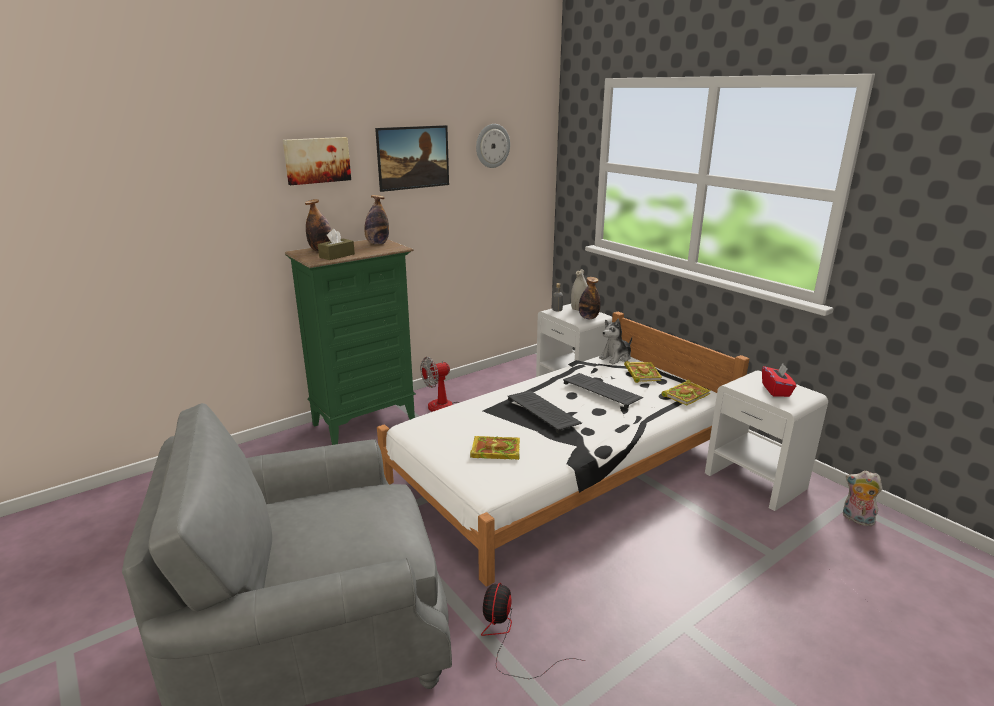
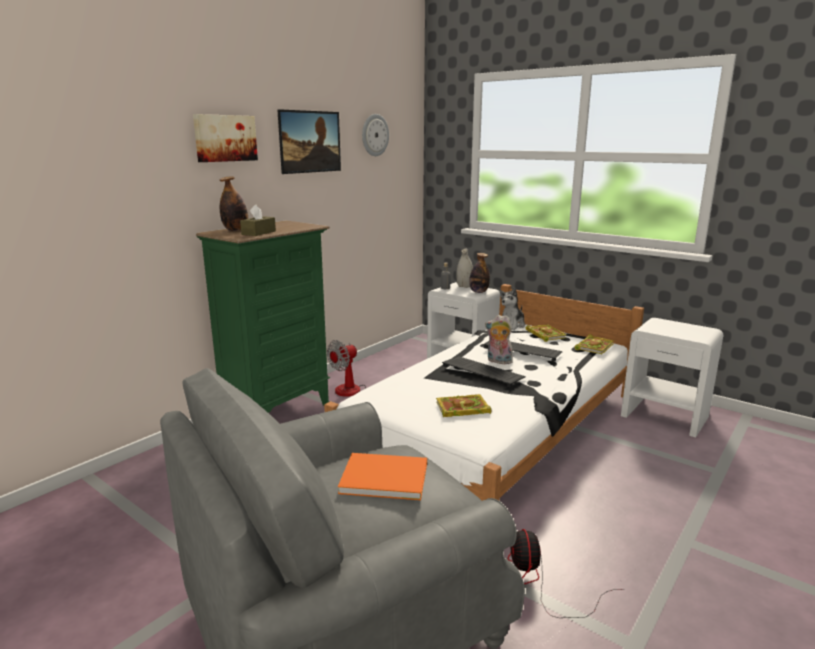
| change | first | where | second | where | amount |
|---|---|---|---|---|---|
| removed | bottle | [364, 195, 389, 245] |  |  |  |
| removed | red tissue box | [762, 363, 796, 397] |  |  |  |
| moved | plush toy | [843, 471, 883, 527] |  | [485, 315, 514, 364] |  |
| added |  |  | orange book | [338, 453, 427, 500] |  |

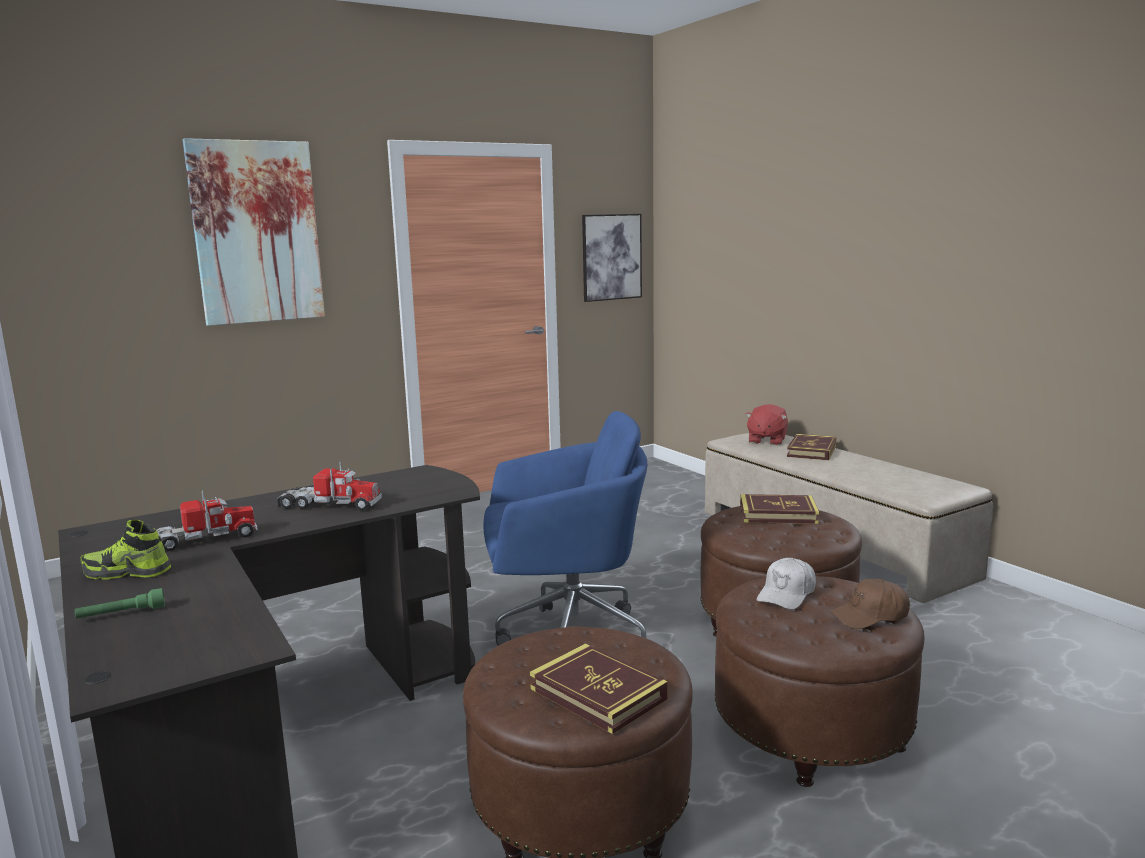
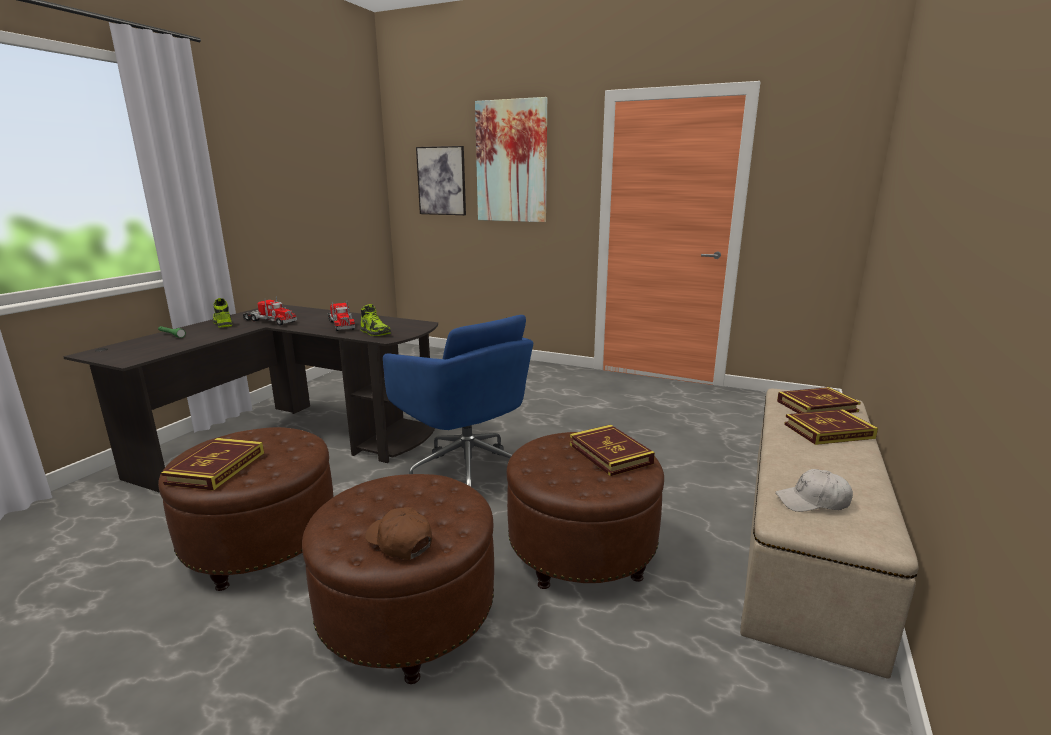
| change | first | where | second | where | amount |
|---|---|---|---|---|---|
| moved | picture | [582, 214, 642, 302] |  | [416, 146, 466, 215] |  |
| replaced | red plush toy | [745, 404, 788, 445] | book | [777, 387, 861, 413] |  |
| moved | white cap | [756, 558, 816, 610] |  | [776, 469, 853, 512] |  |
| added |  |  | shoe | [360, 304, 391, 336] |  |

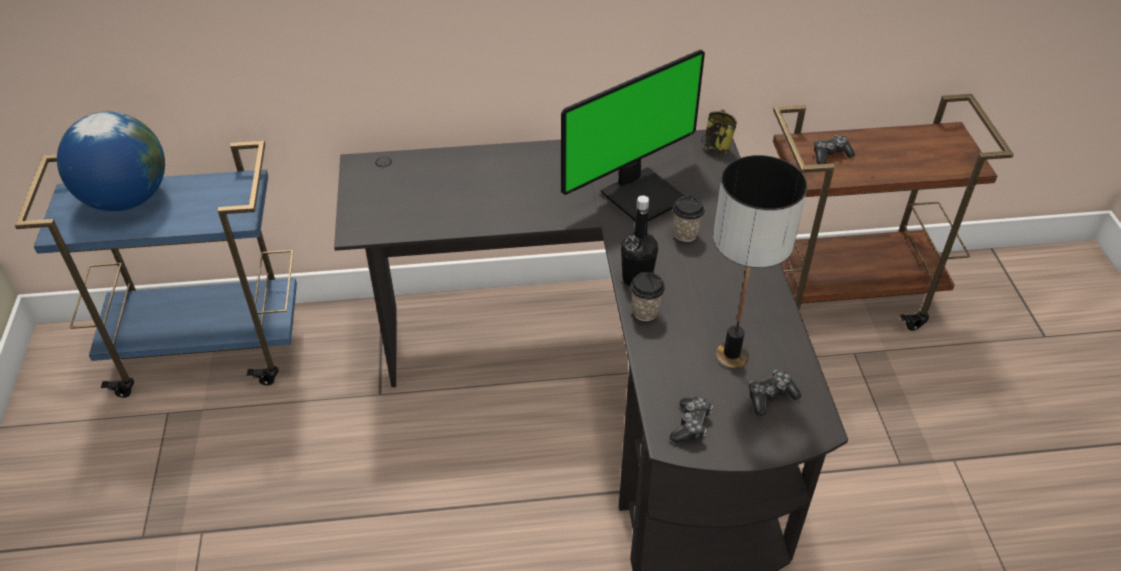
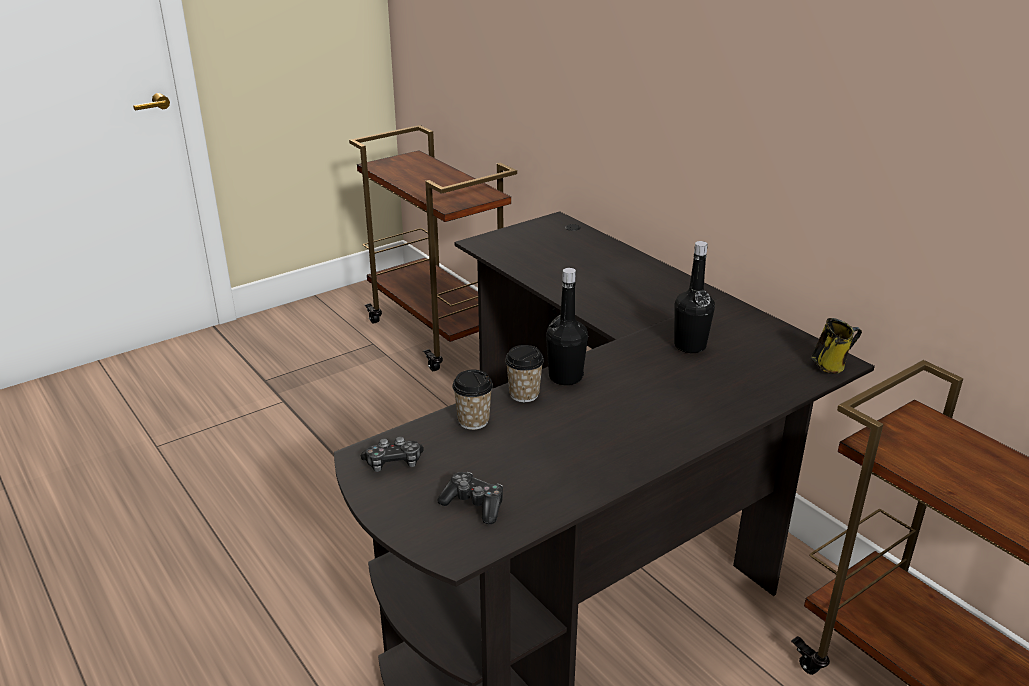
| change | first | where | second | where | amount |
|---|---|---|---|---|---|
| recoloured | blue cart | [15, 141, 297, 398] | brown cart | [349, 125, 517, 371] |  |
| removed | globe | [57, 112, 165, 211] |  |  |  |
| replaced | monitor | [561, 49, 705, 222] | black bottle | [674, 241, 715, 353] |  |
| moved | cup | [673, 196, 705, 242] |  | [452, 370, 493, 430] |  |
| removed | table lamp | [713, 155, 807, 368] |  |  |  |
| removed | game controller | [814, 135, 855, 164] |  |  |  |

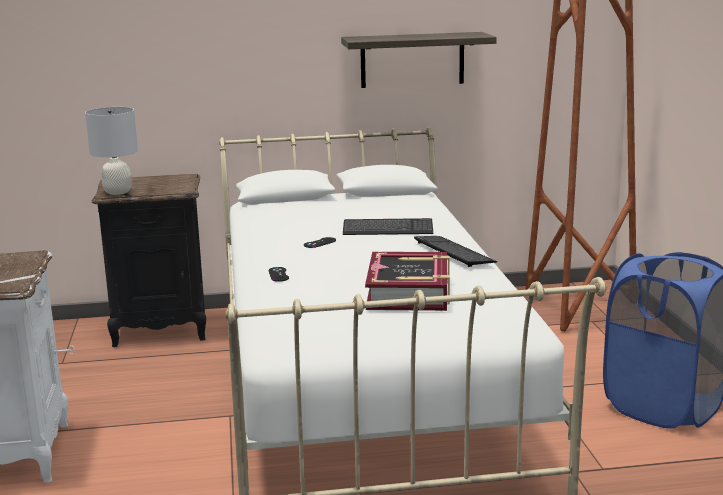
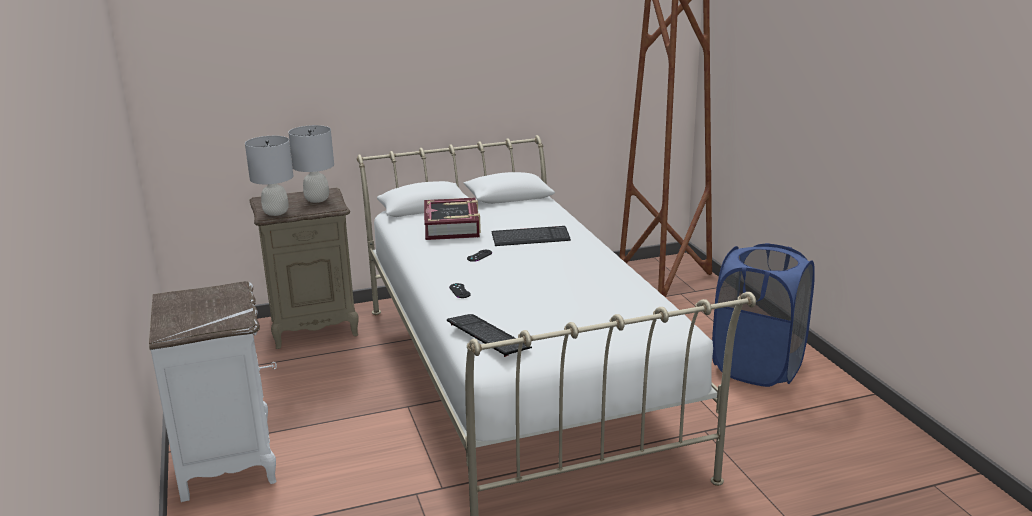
| change | first | where | second | where | amount |
|---|---|---|---|---|---|
| recoloured | black nightstand | [92, 173, 206, 347] | beige nightstand | [249, 187, 358, 349] |  |
| removed | shelf | [341, 32, 497, 88] |  |  |  |
| moved | book | [365, 252, 450, 311] |  | [424, 198, 481, 240] |  |
| moved | keyboard | [414, 236, 497, 267] |  | [447, 314, 532, 357] |  |
| added |  |  | grey table lamp | [288, 125, 334, 203] |  |

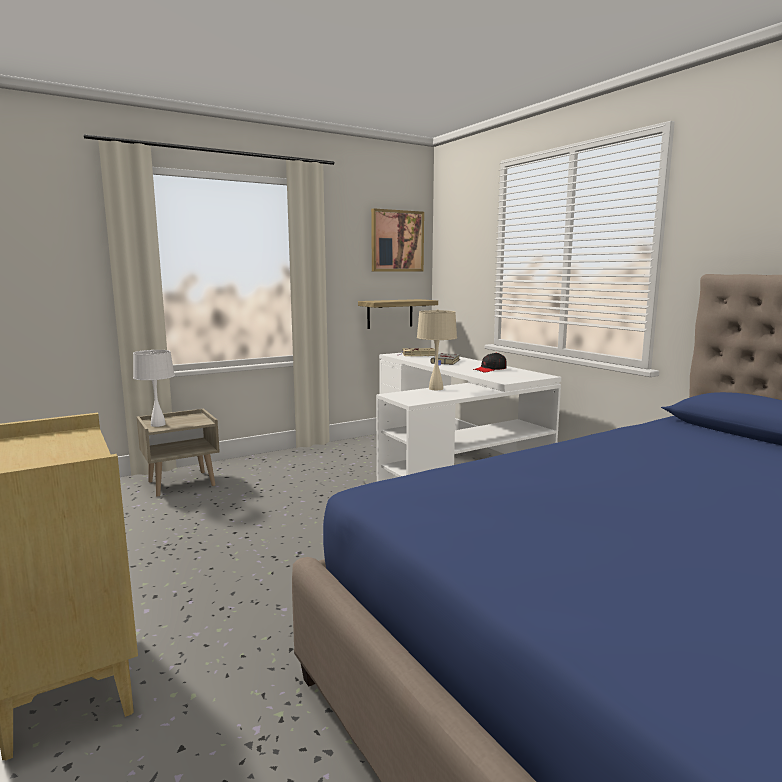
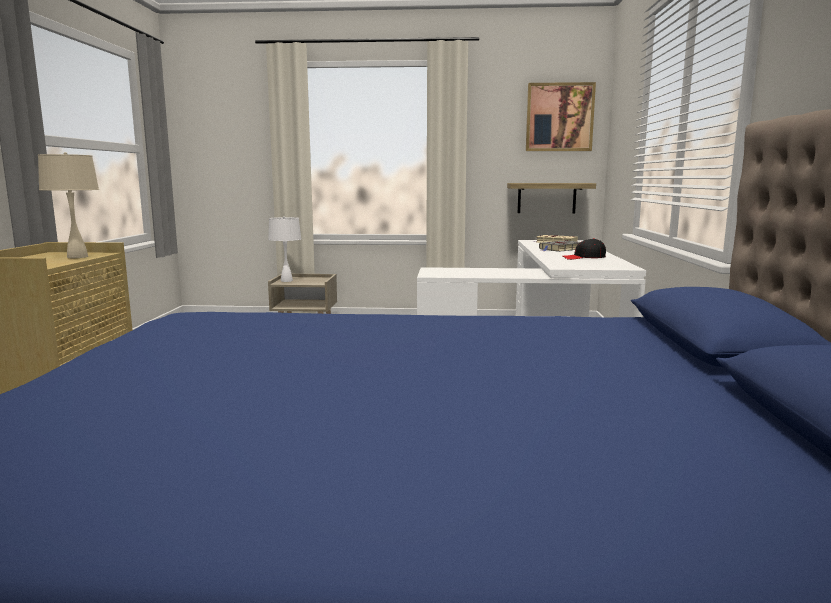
| change | first | where | second | where | amount |
|---|---|---|---|---|---|
| moved | beige table lamp | [417, 309, 457, 390] |  | [38, 152, 99, 258] |  |

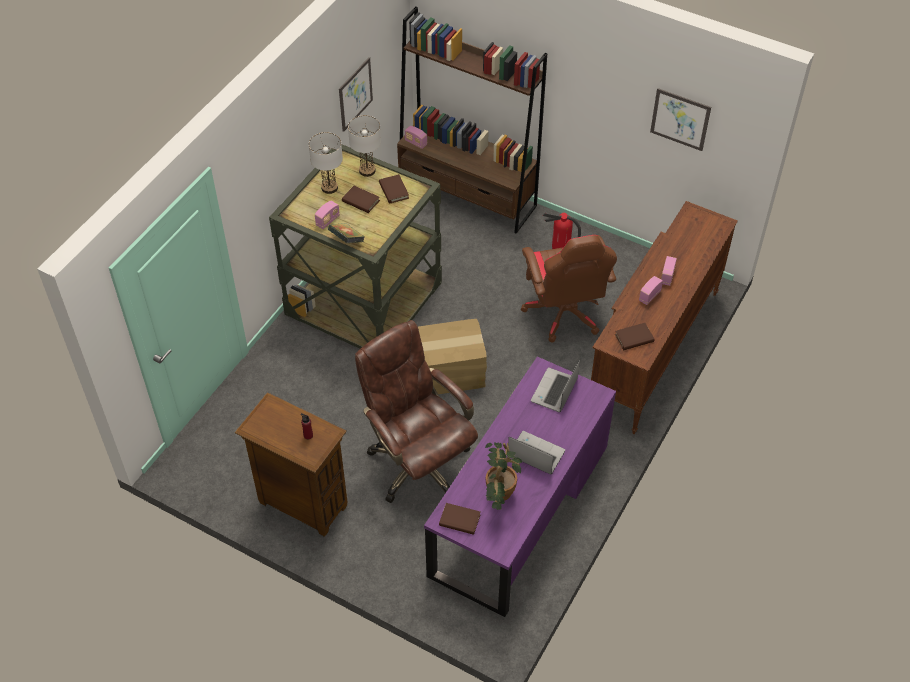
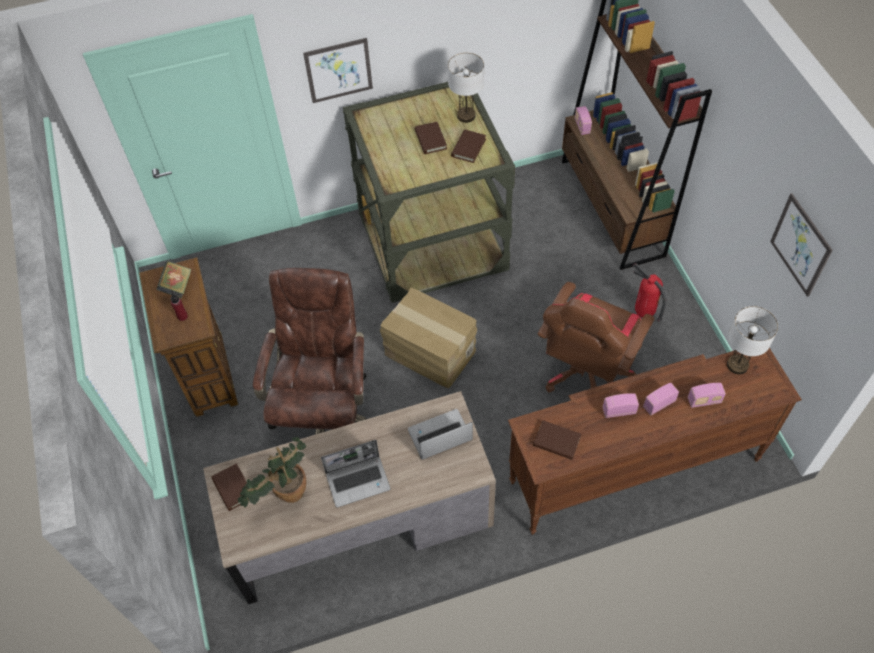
| change | first | where | second | where | amount |
|---|---|---|---|---|---|
| moved | table lamp | [309, 132, 343, 194] |  | [727, 306, 778, 374] |  |
| moved | radio | [315, 201, 340, 229] |  | [688, 383, 726, 408] |  |
| moved | book | [328, 223, 365, 243] |  | [156, 261, 191, 299] |  |
| moved | picture | [339, 57, 373, 132] |  | [303, 38, 373, 103] |  |
| recoloured | purple desk | [424, 357, 616, 617] | brown desk | [203, 391, 496, 604] |  |
| turned | laptop | [508, 431, 565, 474] |  | [321, 440, 391, 507] | 90 degrees clockwise |

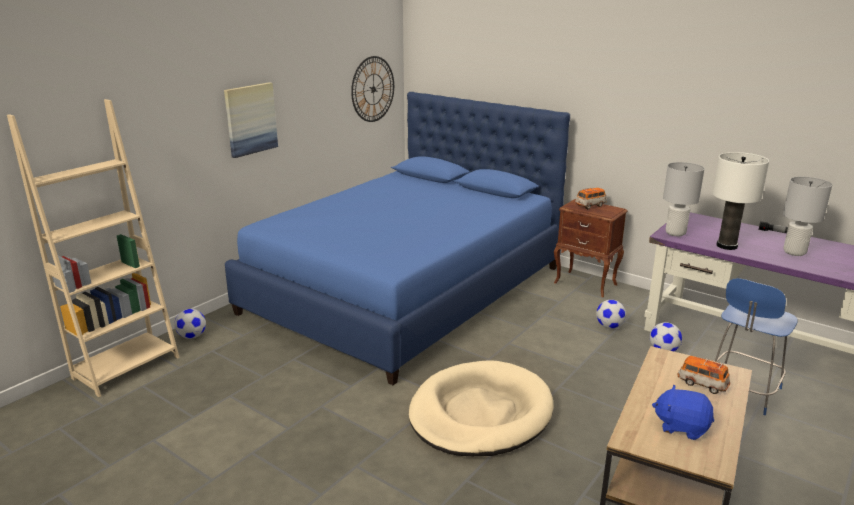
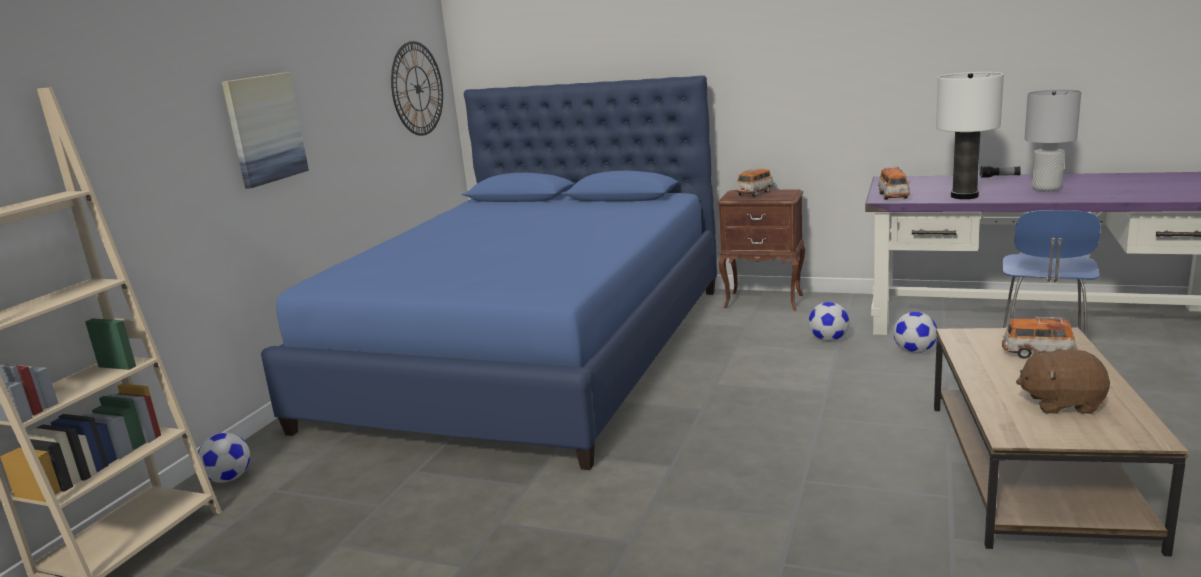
| change | first | where | second | where | amount |
|---|---|---|---|---|---|
| removed | beige dog bed | [409, 360, 553, 456] |  |  |  |
| recoloured | blue plush toy | [652, 384, 714, 440] | brown plush toy | [1016, 349, 1110, 414] |  |
| replaced | grey table lamp | [663, 162, 705, 237] | toy car | [878, 166, 910, 200] |  |

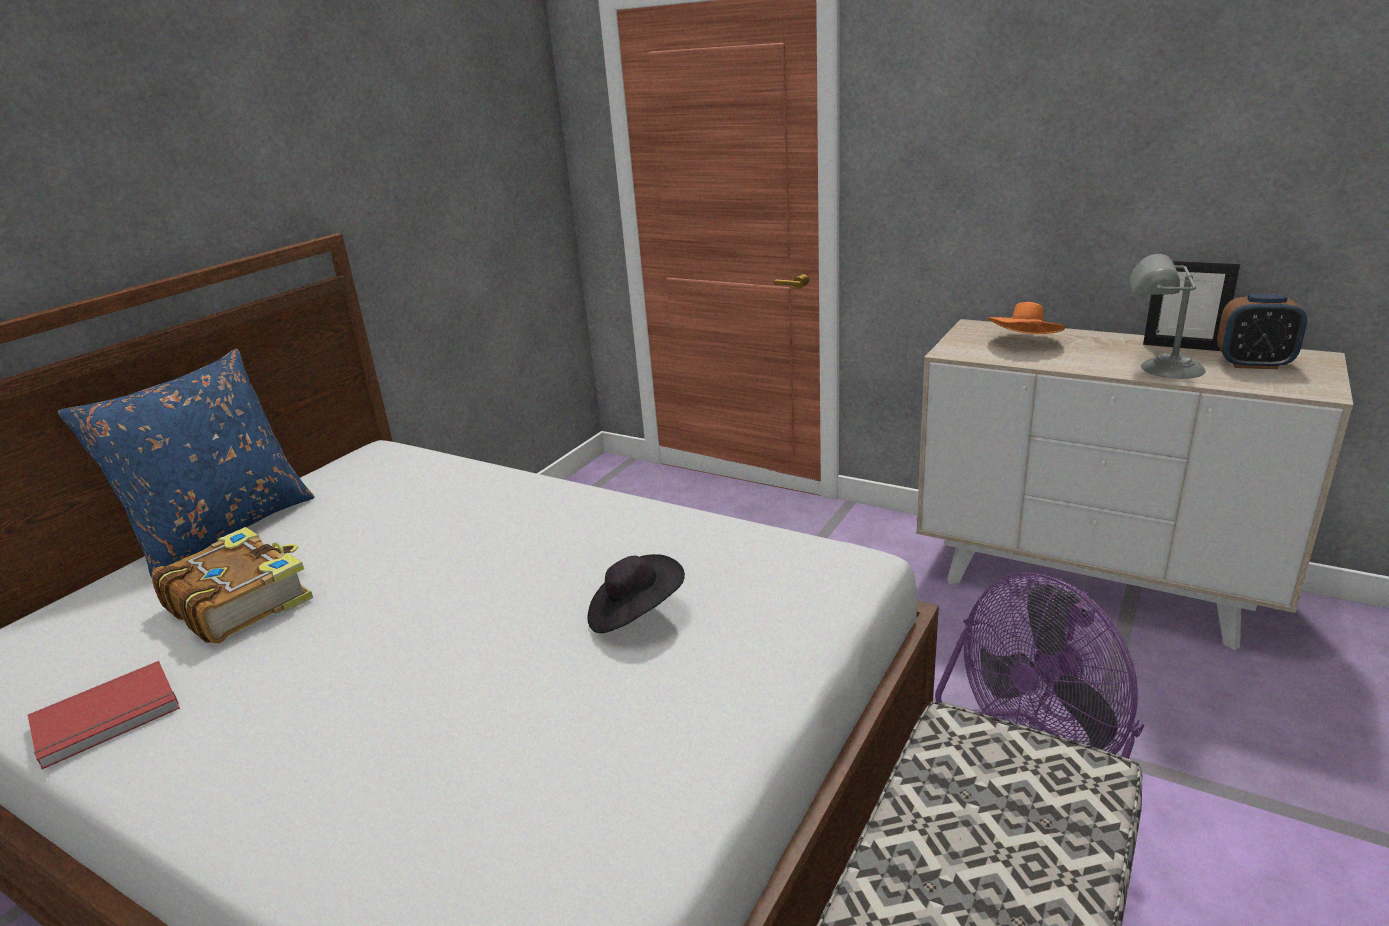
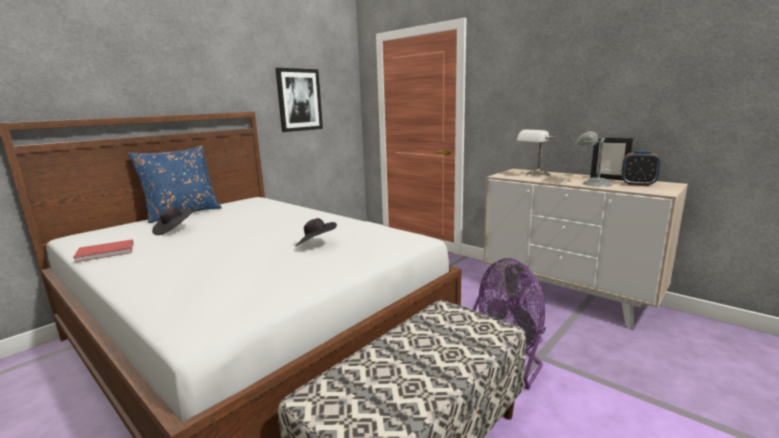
| change | first | where | second | where | amount |
|---|---|---|---|---|---|
| replaced | book | [152, 527, 313, 644] | black hat | [152, 207, 193, 235] |  |
| replaced | orange hat | [988, 302, 1065, 334] | white table lamp | [517, 130, 555, 177] |  |
| added |  |  | picture | [275, 68, 323, 132] |  |

